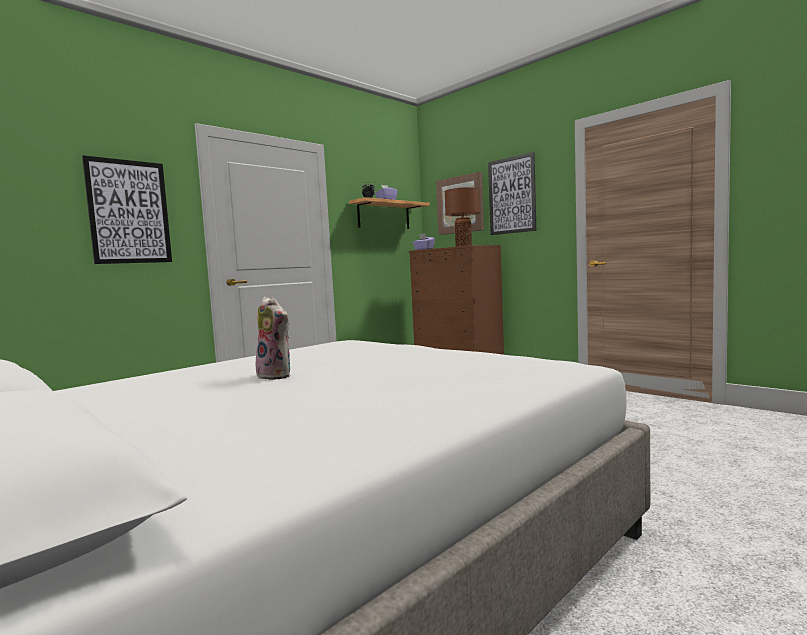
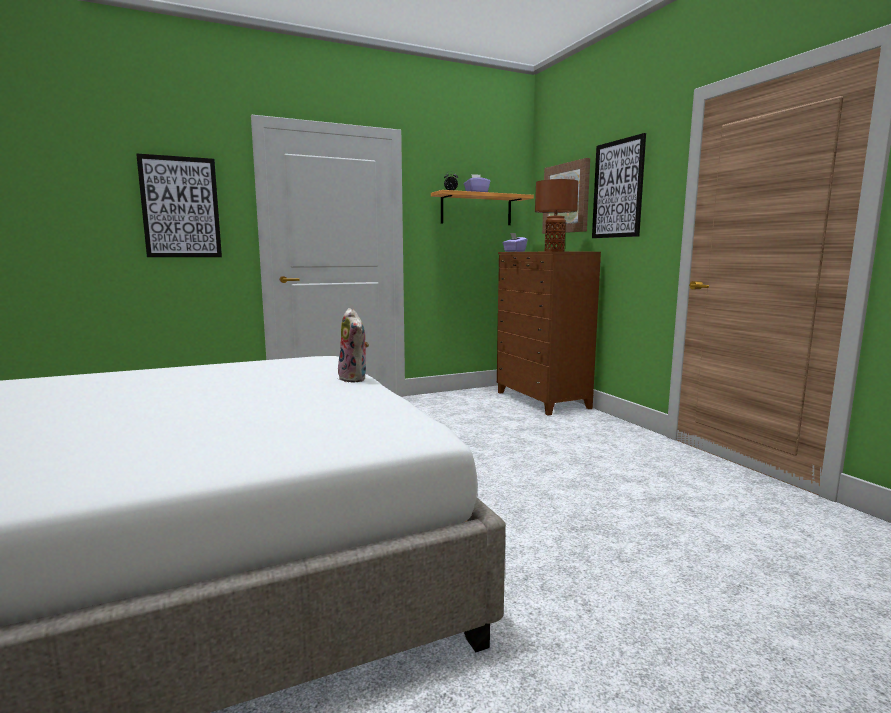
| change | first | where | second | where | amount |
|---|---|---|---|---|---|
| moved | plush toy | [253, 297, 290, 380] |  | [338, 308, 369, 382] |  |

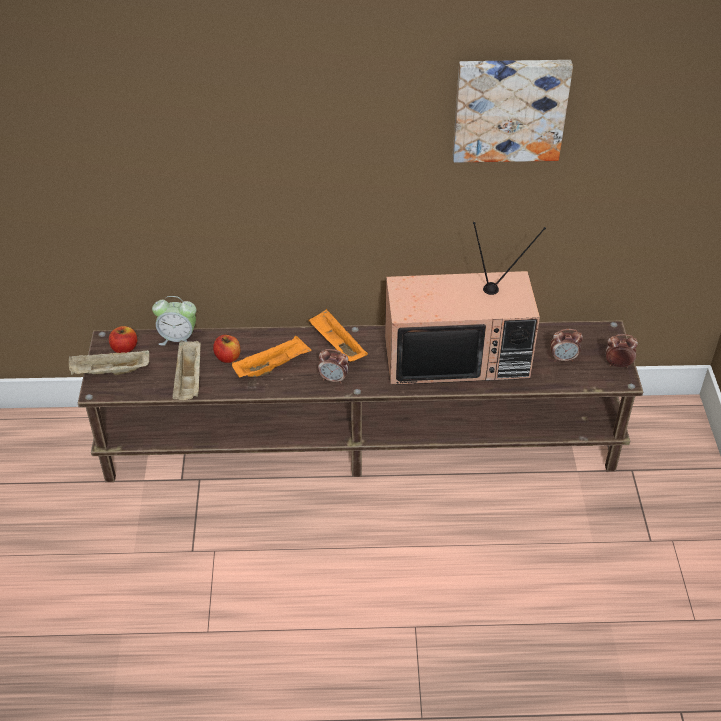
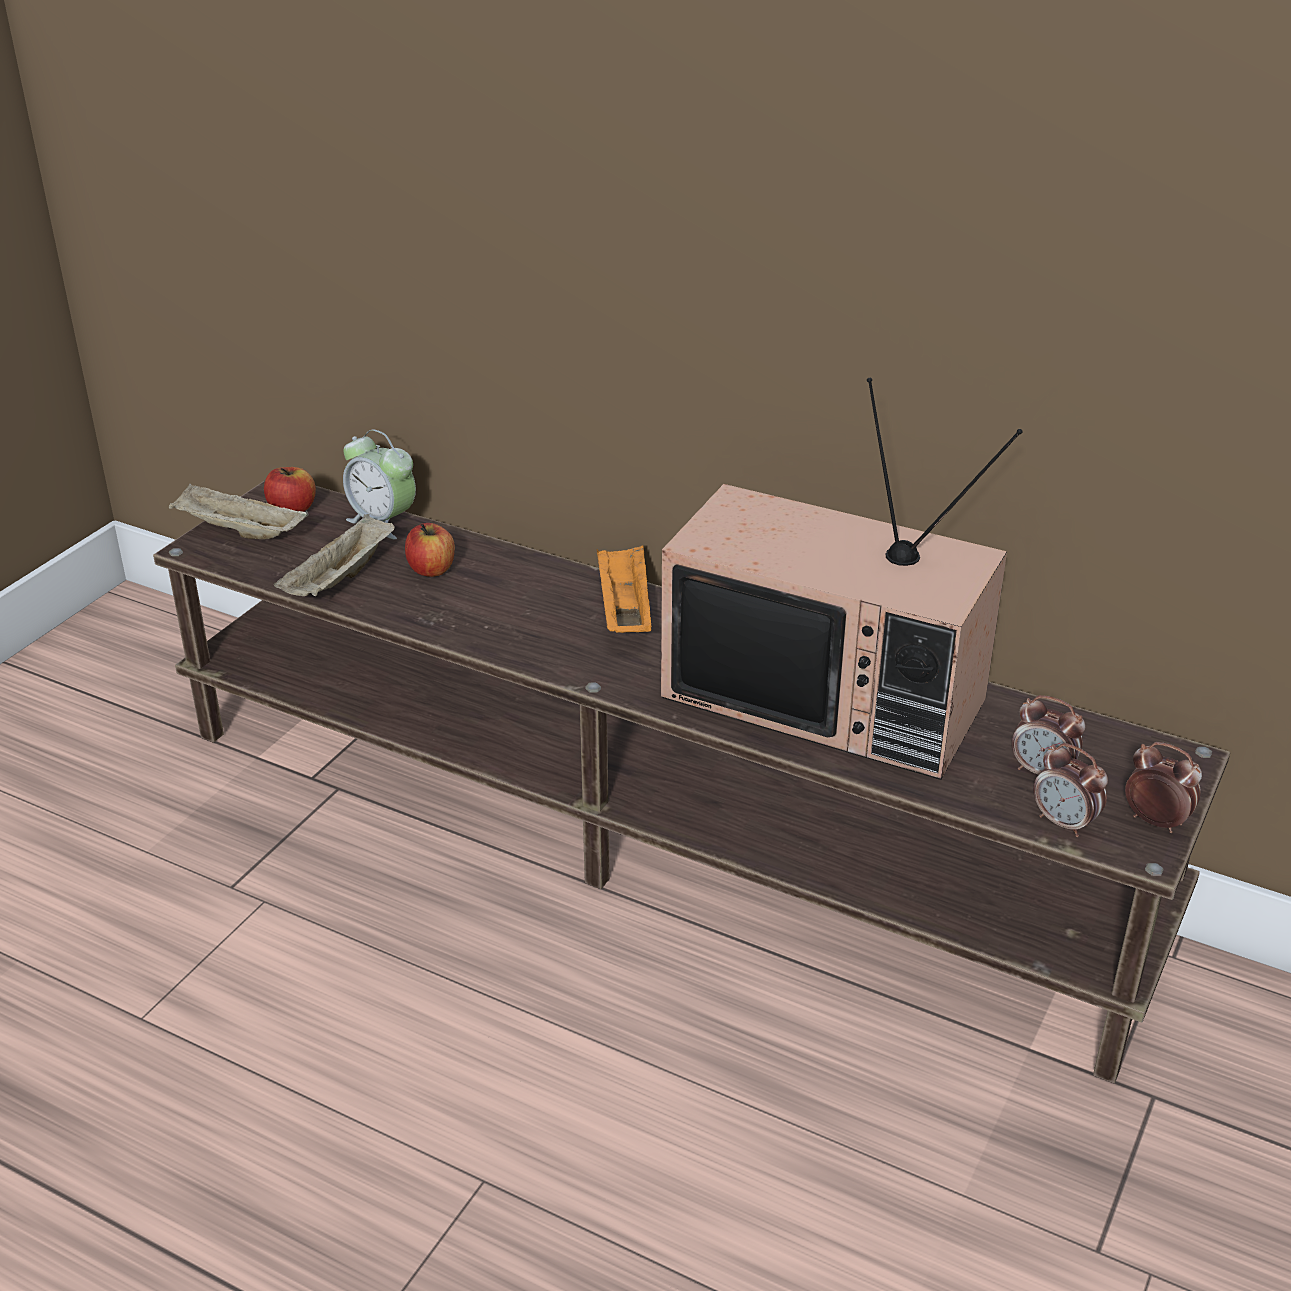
| change | first | where | second | where | amount |
|---|---|---|---|---|---|
| removed | orange tray | [232, 336, 312, 378] |  |  |  |
| moved | alarm clock | [318, 349, 349, 384] |  | [1033, 743, 1108, 837] |  |
| removed | picture | [453, 60, 573, 163] |  |  |  |

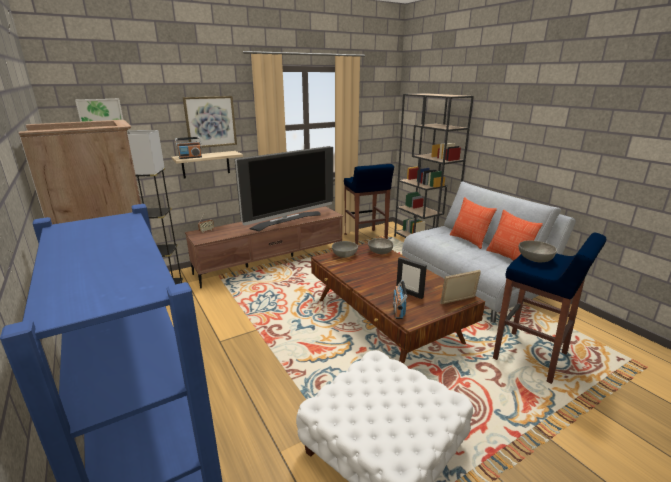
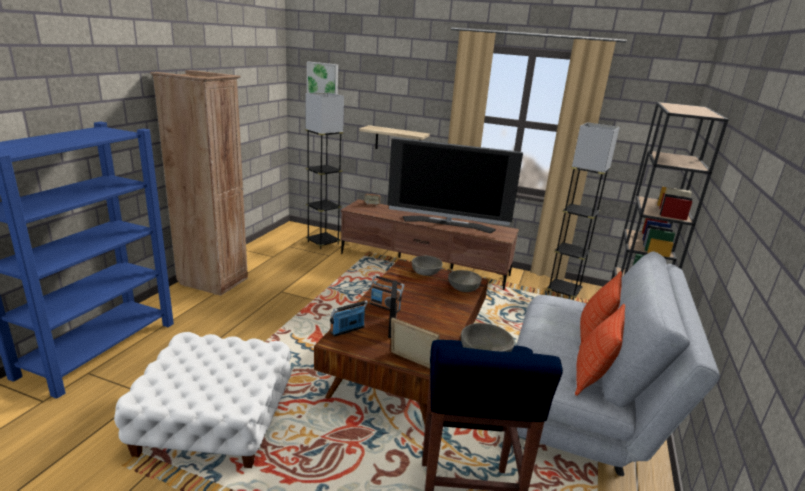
| change | first | where | second | where | amount |
|---|---|---|---|---|---|
| moved | radio | [175, 137, 202, 159] |  | [369, 275, 404, 312] |  |
| removed | picture | [183, 96, 237, 148] |  |  |  |
| replaced | blue stool | [344, 164, 394, 245] | grey floor lamp | [547, 122, 620, 300] |  |

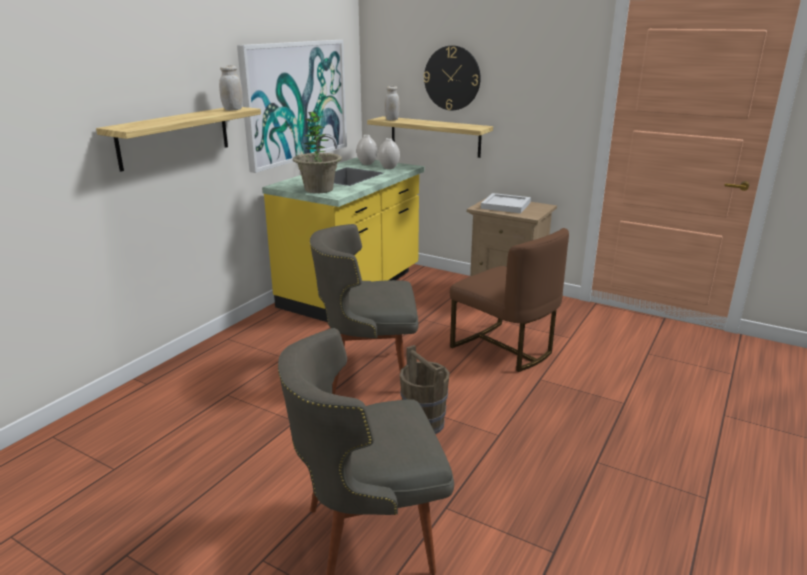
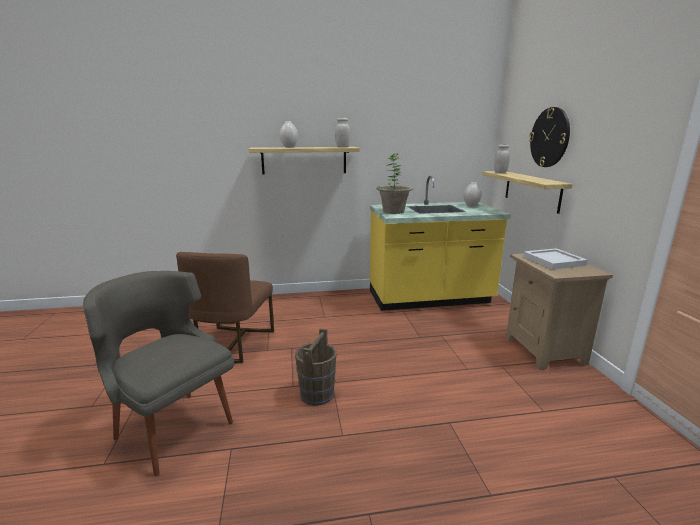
| change | first | where | second | where | amount |
|---|---|---|---|---|---|
| removed | picture | [237, 40, 347, 173] |  |  |  |
| removed | grey chair | [310, 224, 419, 394] |  |  |  |
| moved | white vase | [378, 138, 400, 169] |  | [279, 121, 298, 148] |  |
| moved | brown chair | [450, 228, 569, 372] |  | [176, 252, 274, 363] |  |

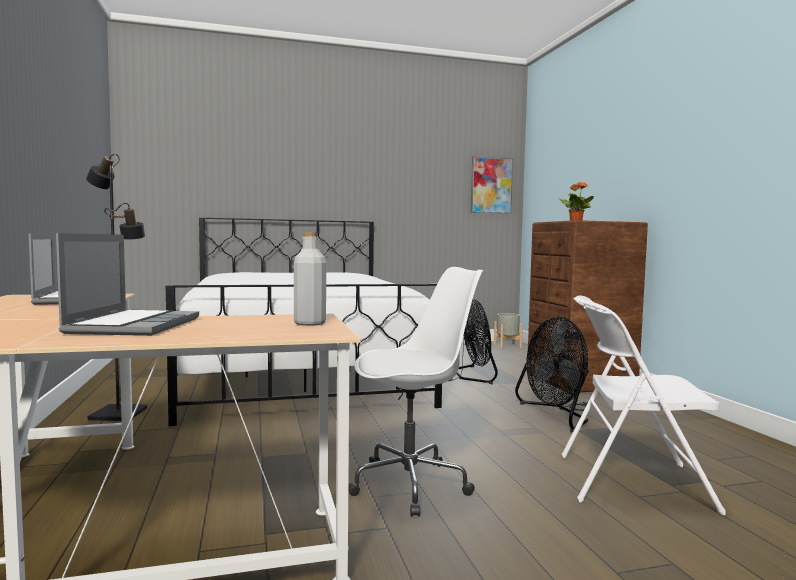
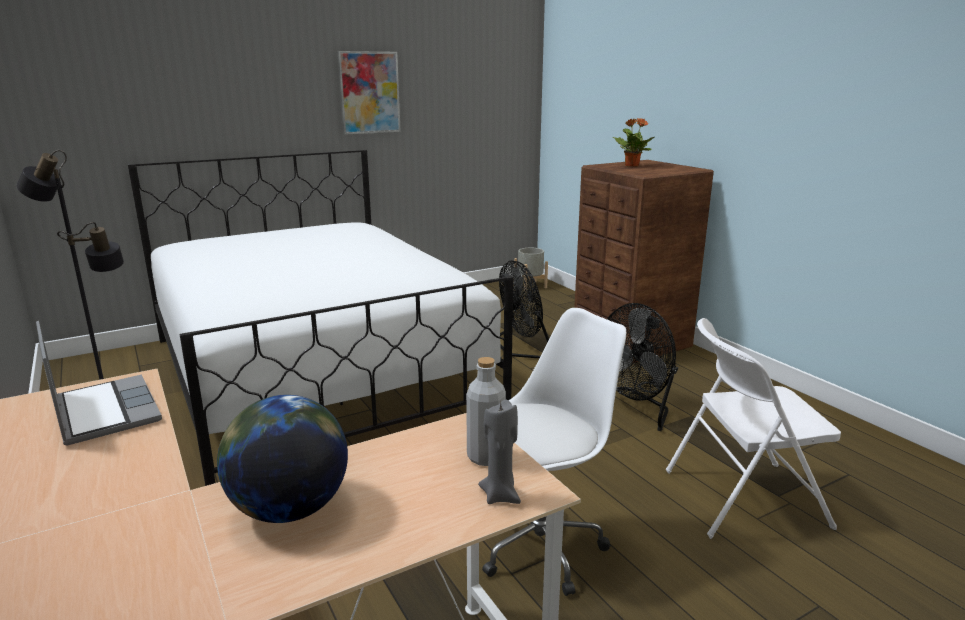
| change | first | where | second | where | amount |
|---|---|---|---|---|---|
| replaced | laptop | [56, 233, 199, 336] | globe | [217, 395, 348, 523] |  |
| moved | picture | [471, 156, 513, 214] |  | [338, 51, 401, 135] |  |
| added |  |  | grey candle | [478, 399, 521, 504] |  |

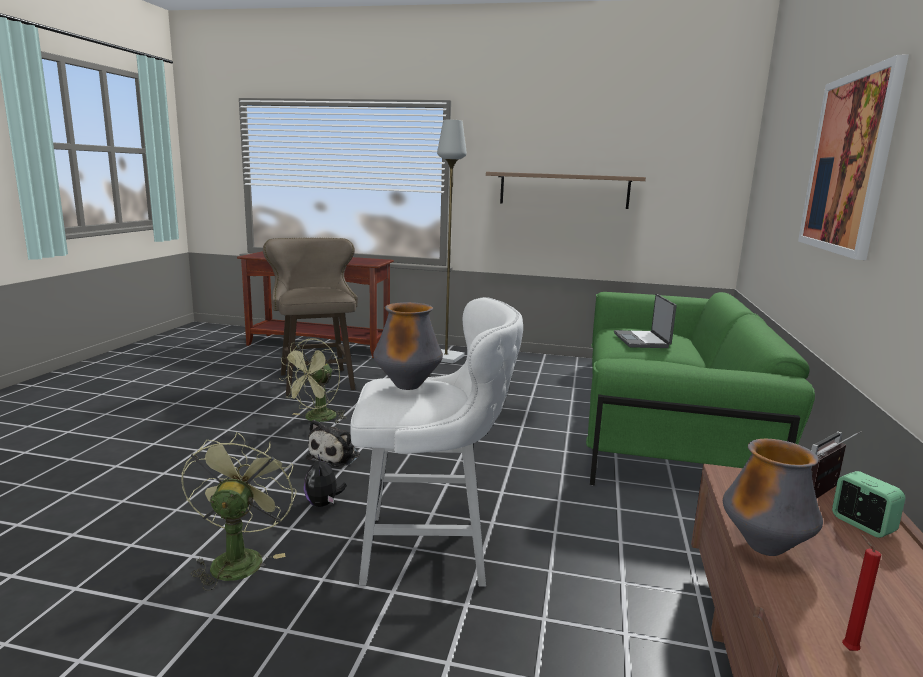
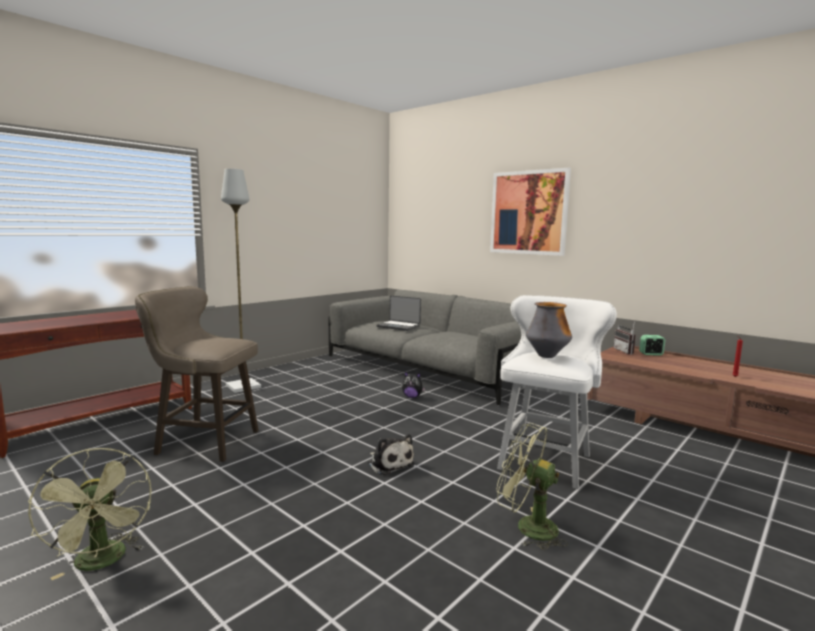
| change | first | where | second | where | amount |
|---|---|---|---|---|---|
| moved | green fan | [279, 338, 346, 424] |  | [28, 448, 152, 580] |  |
| moved | plush toy | [304, 454, 347, 507] |  | [402, 372, 426, 398] |  |
| removed | shelf | [486, 172, 646, 209] |  |  |  |
| recoloured | green sofa | [586, 292, 815, 485] | grey sofa | [329, 290, 521, 405] |  |
| removed | vase | [723, 439, 823, 556] |  |  |  |

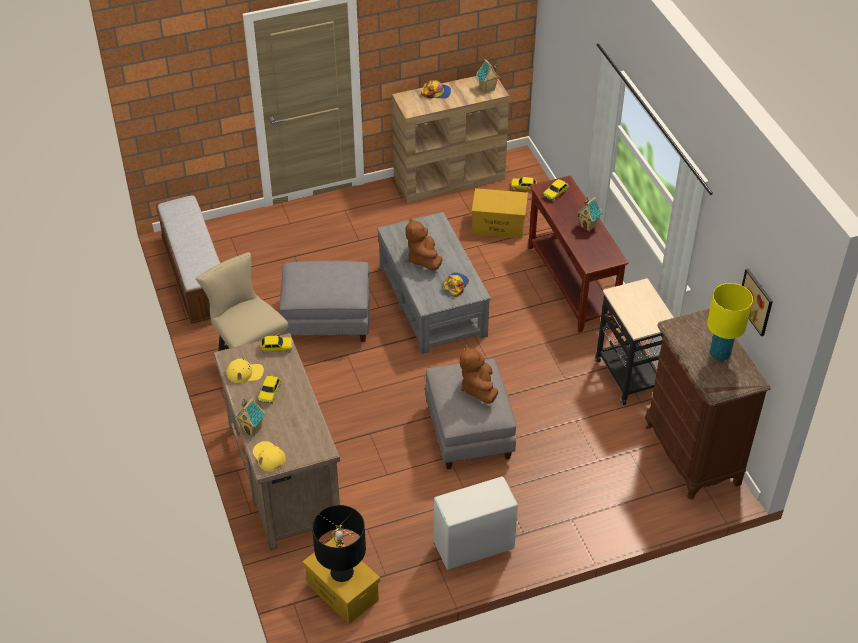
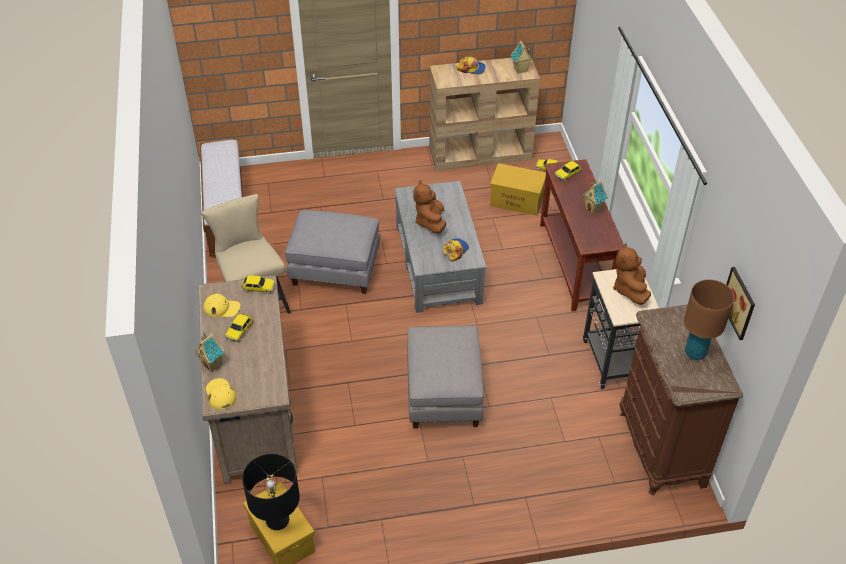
| change | first | where | second | where | amount |
|---|---|---|---|---|---|
| removed | white nightstand | [434, 476, 518, 570] |  |  |  |
| moved | brown plush toy | [460, 345, 498, 404] |  | [613, 243, 651, 305] |  |
| recoloured | yellow table lamp | [707, 283, 753, 361] | brown table lamp | [684, 279, 734, 360] |  |

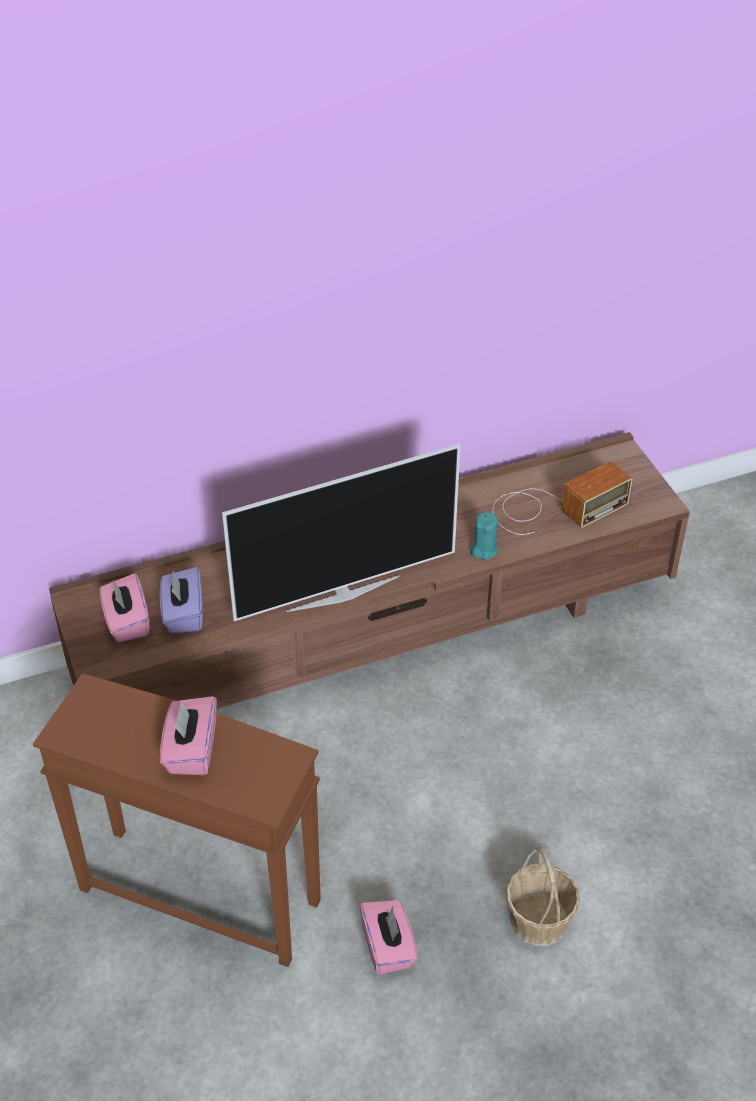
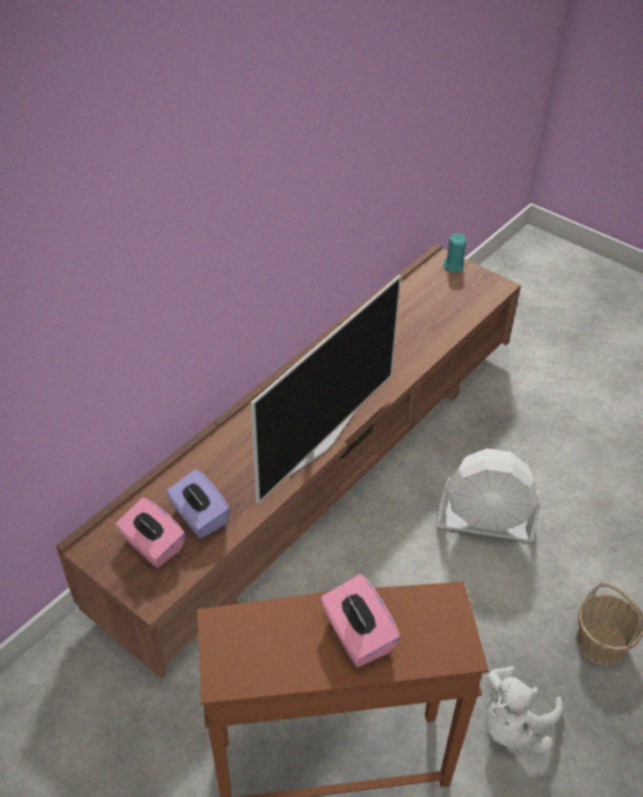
| change | first | where | second | where | amount |
|---|---|---|---|---|---|
| replaced | pink tissue box | [359, 900, 417, 975] | white plush toy | [486, 666, 564, 754] |  |
| moved | turquoise candle | [470, 512, 498, 560] |  | [443, 233, 466, 272] |  |
| removed | radio | [492, 461, 633, 535] |  |  |  |
| added |  |  | white fan | [435, 448, 540, 542] |  |

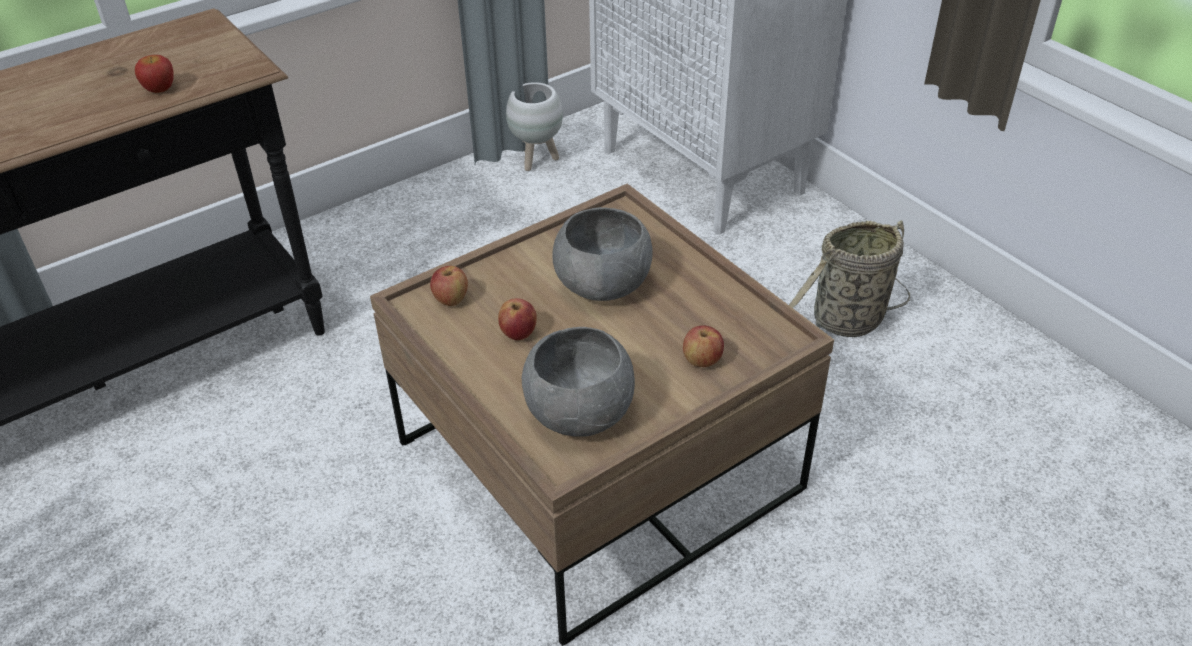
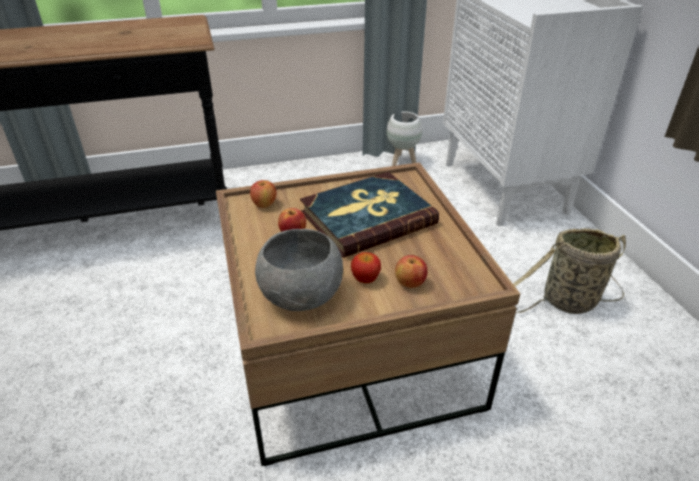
| change | first | where | second | where | amount |
|---|---|---|---|---|---|
| moved | apple | [135, 55, 174, 93] |  | [351, 252, 381, 283] |  |
| replaced | grey bowl | [552, 207, 653, 301] | book | [300, 172, 439, 258] |  |

